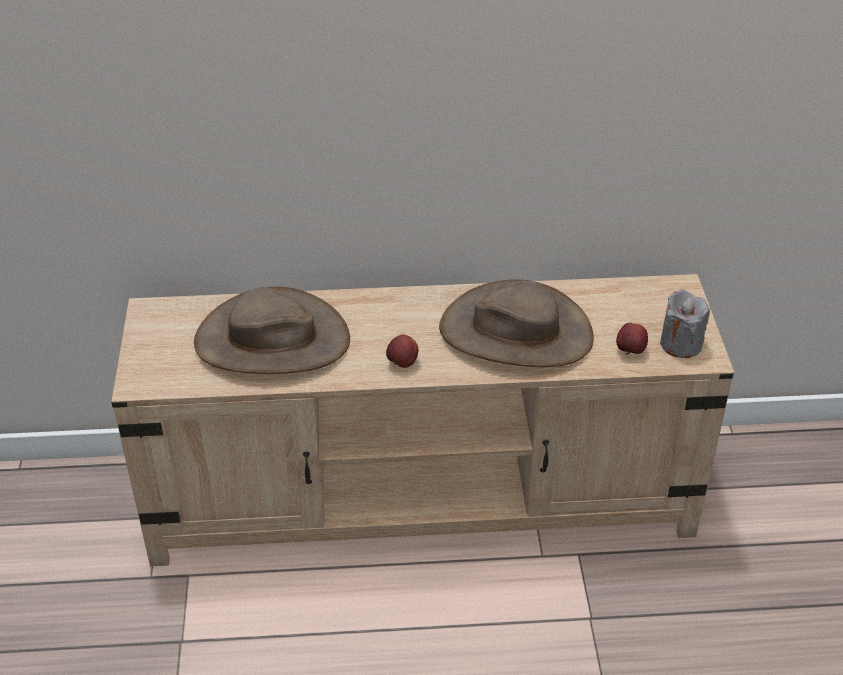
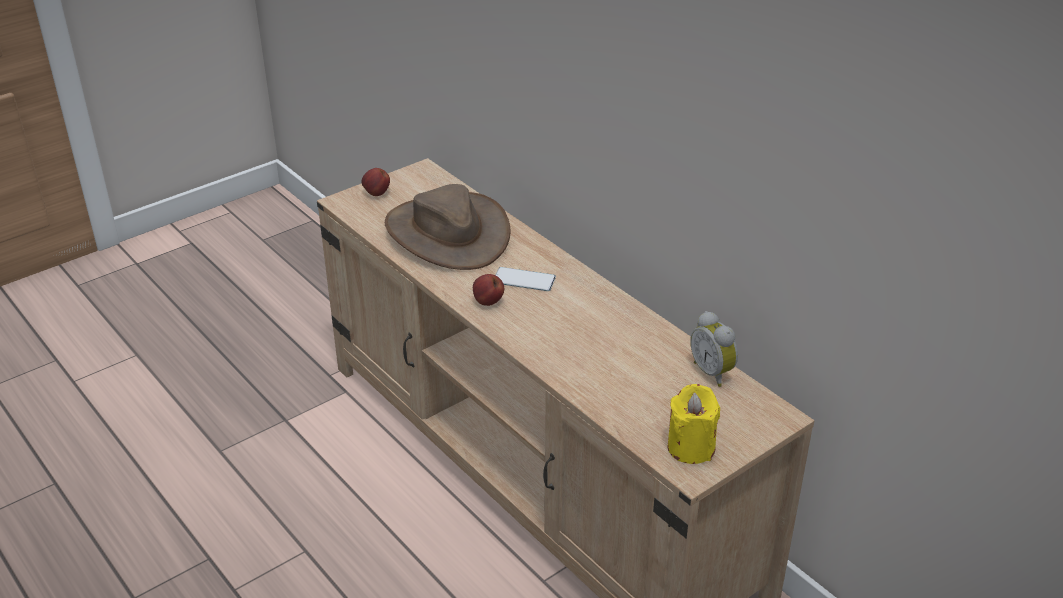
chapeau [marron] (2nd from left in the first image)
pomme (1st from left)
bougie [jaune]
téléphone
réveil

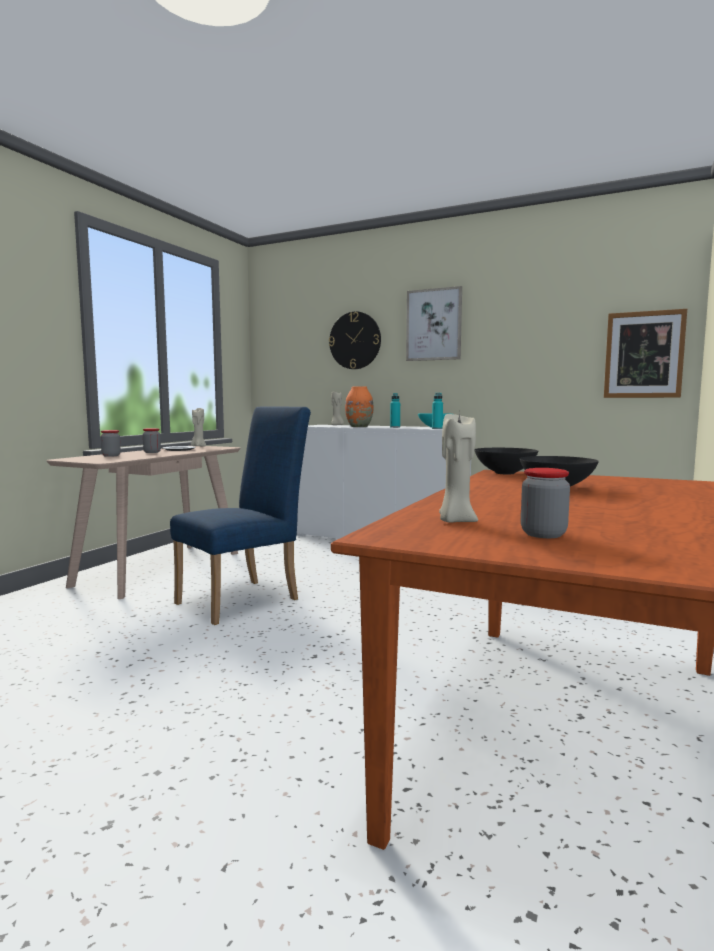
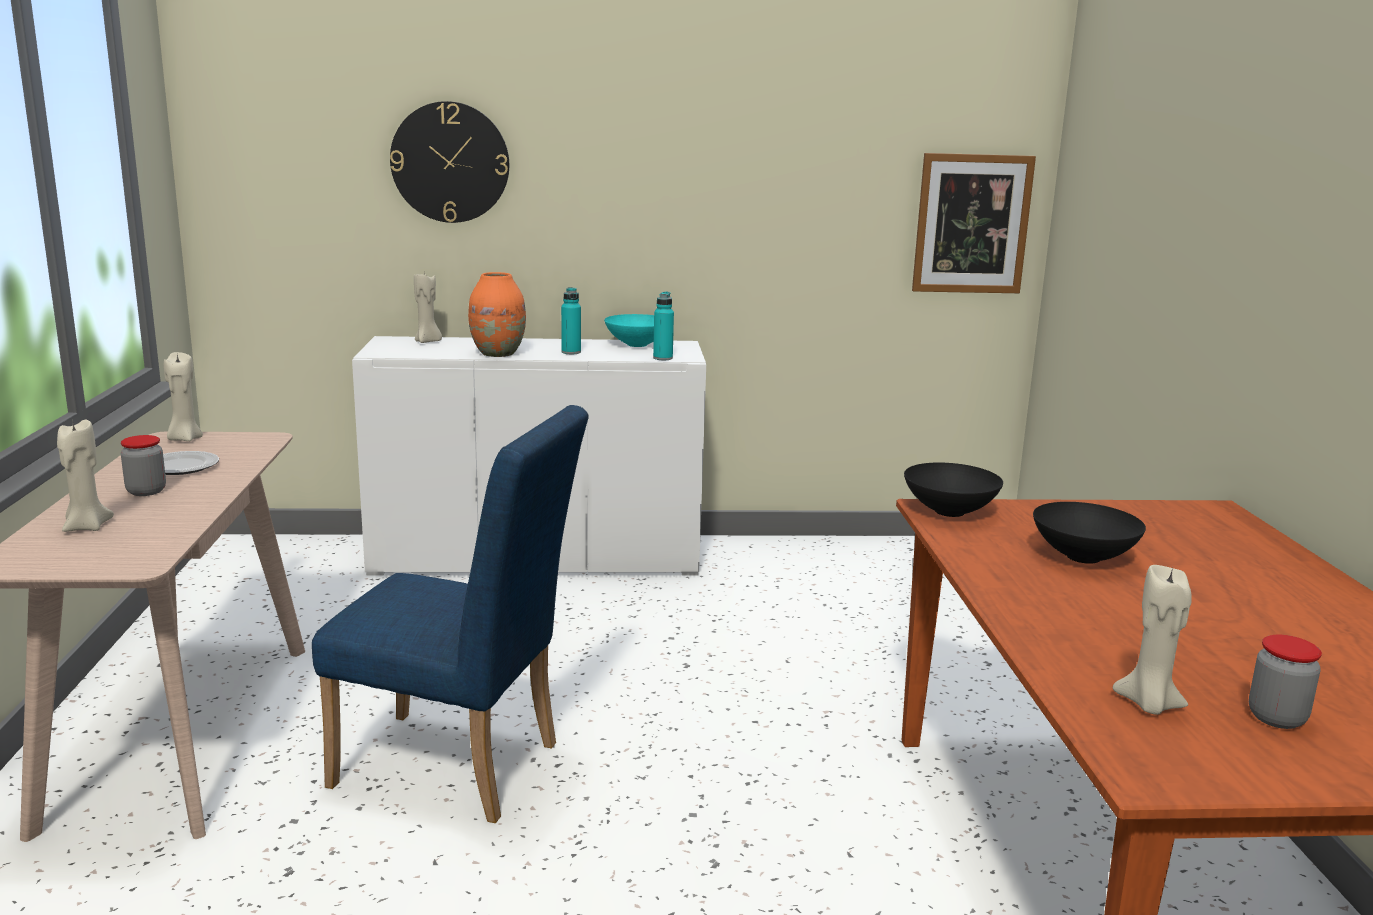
bougie [beige] (1st from left)
chaise [bleu]
tableau (1st from left in the first image)

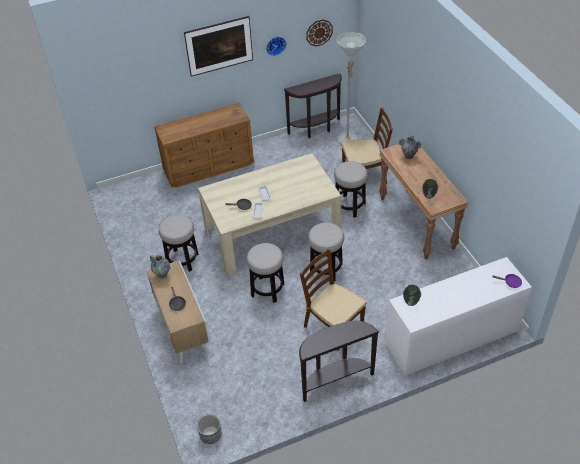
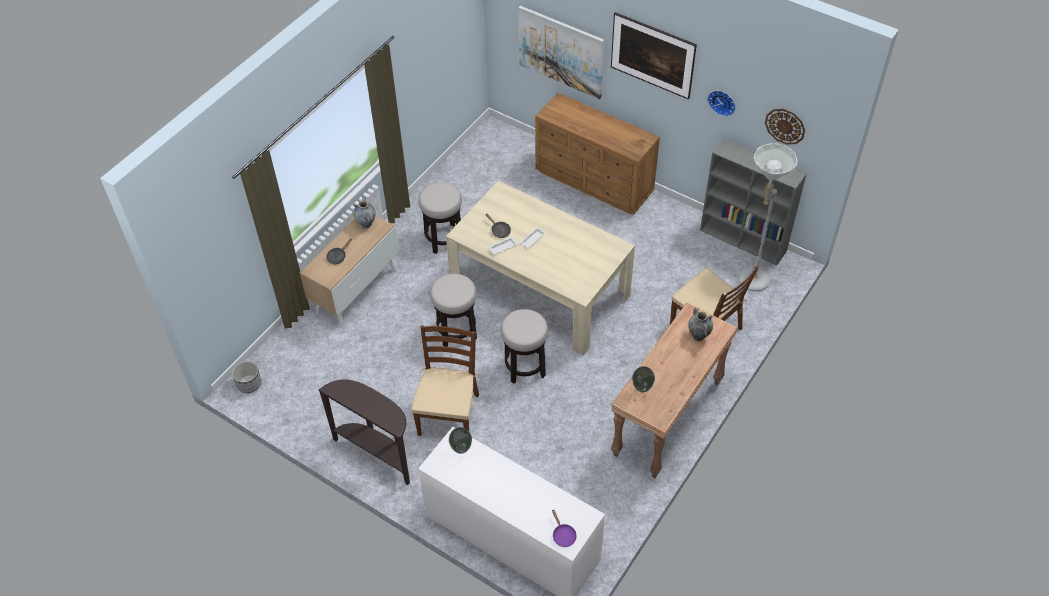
bibliothèque [gris]
tabouret (4th from left in the first image)
tableau (1st from left)

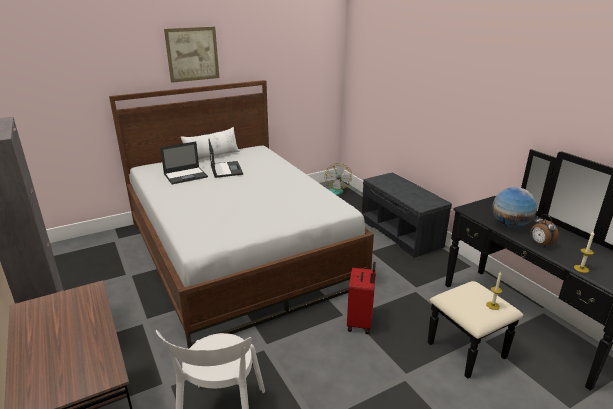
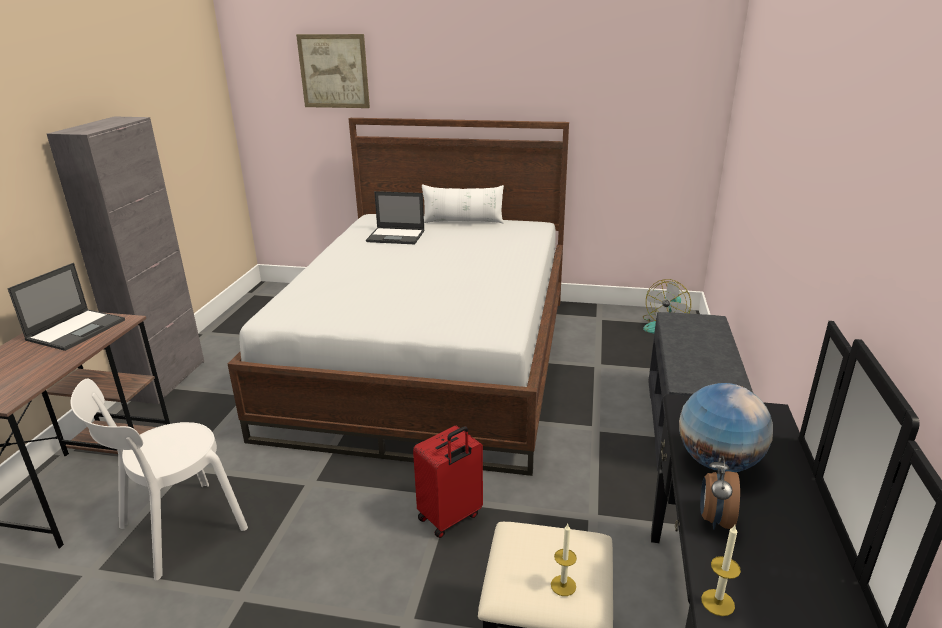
tableau
ordinateur portable (1st from left)

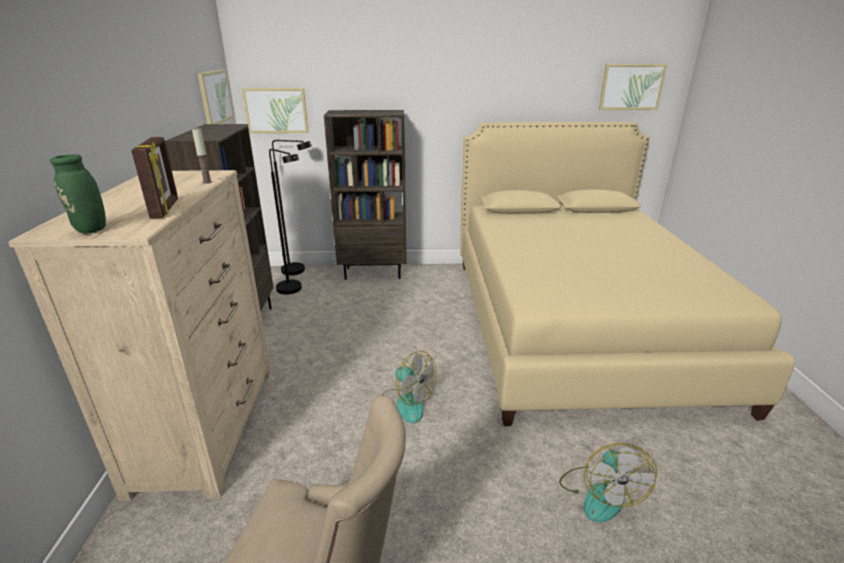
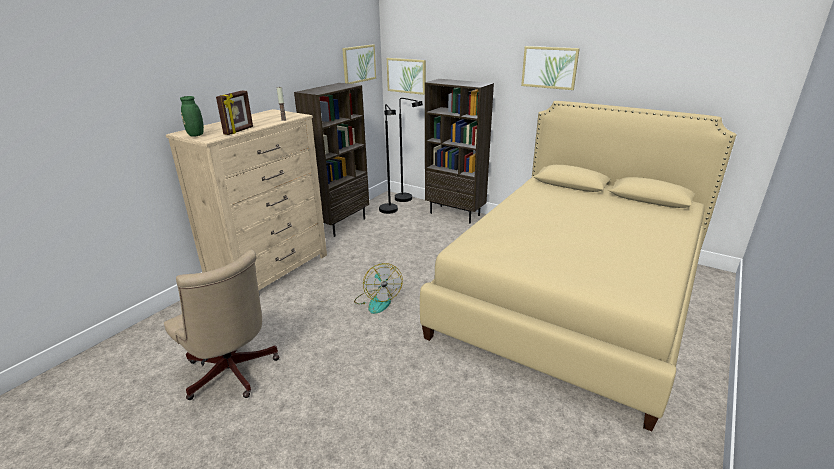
ventilateur (2nd from left in the first image)
tableau (3rd from left)

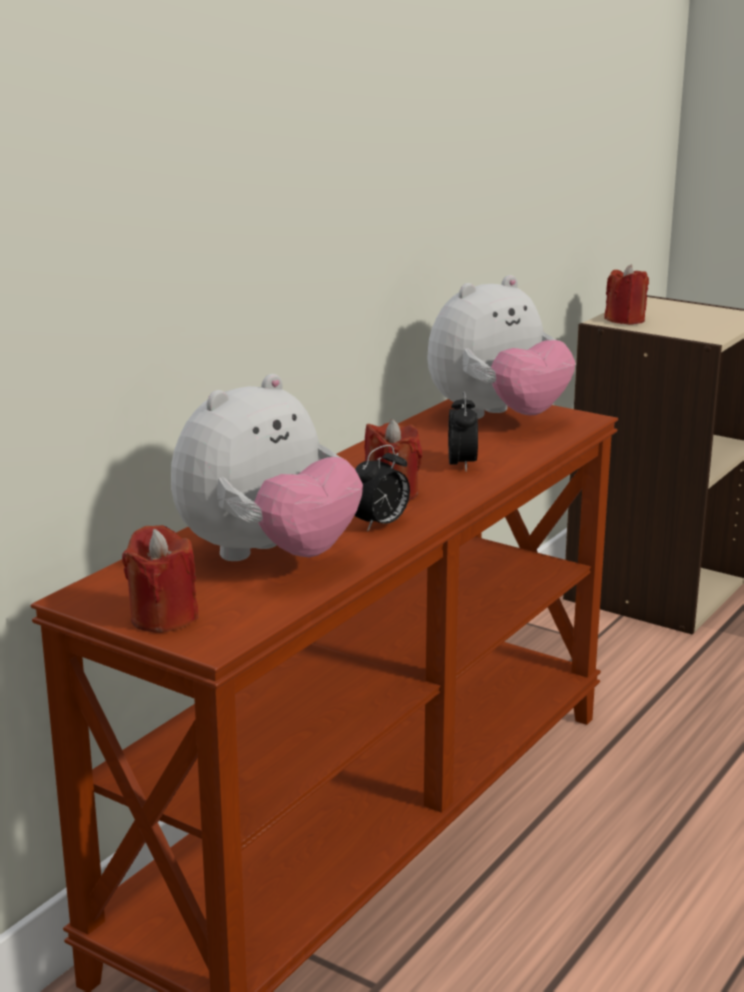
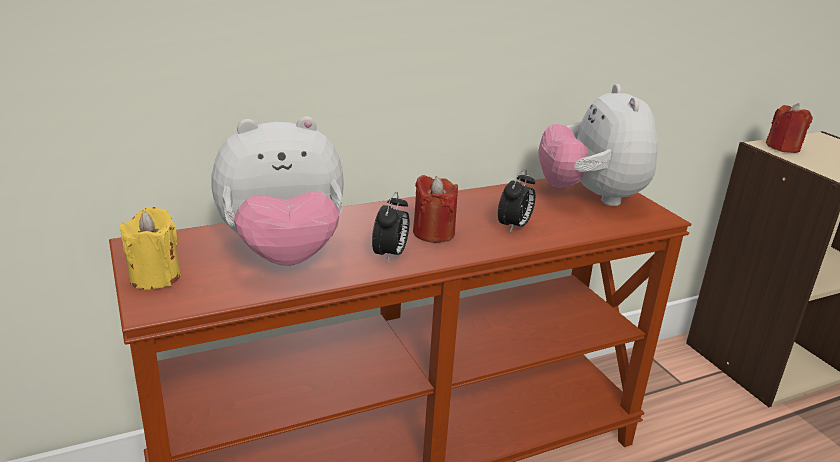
bougie [jaune]
réveil (1st from left)
peluche (2nd from left)

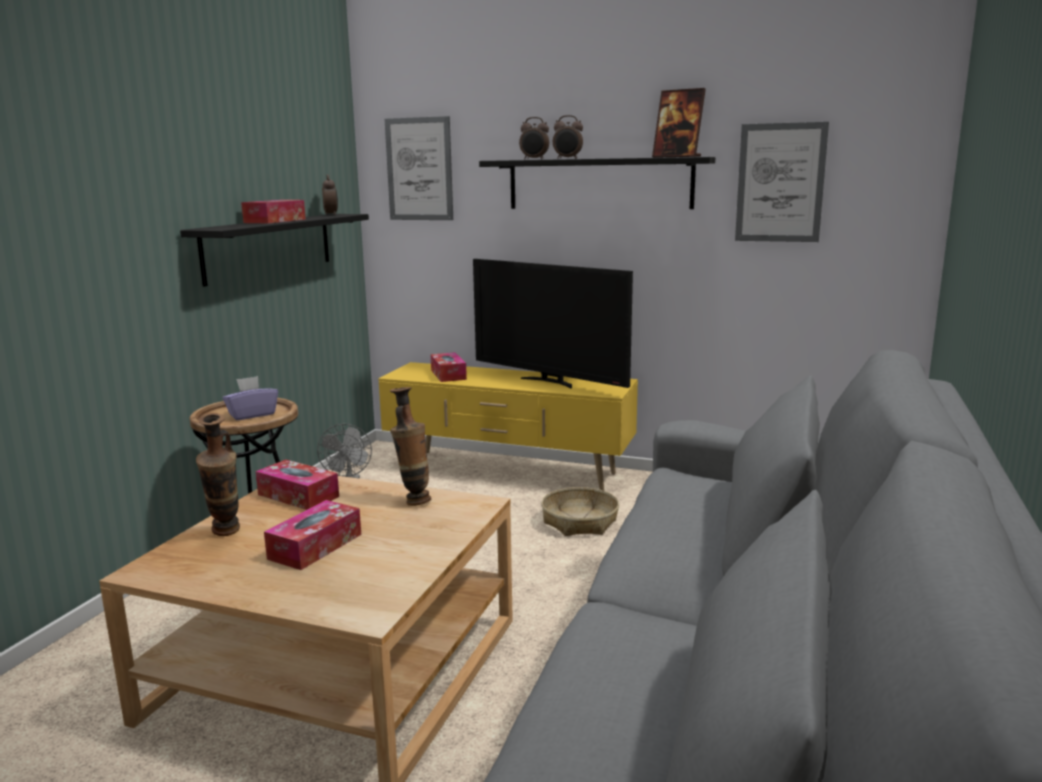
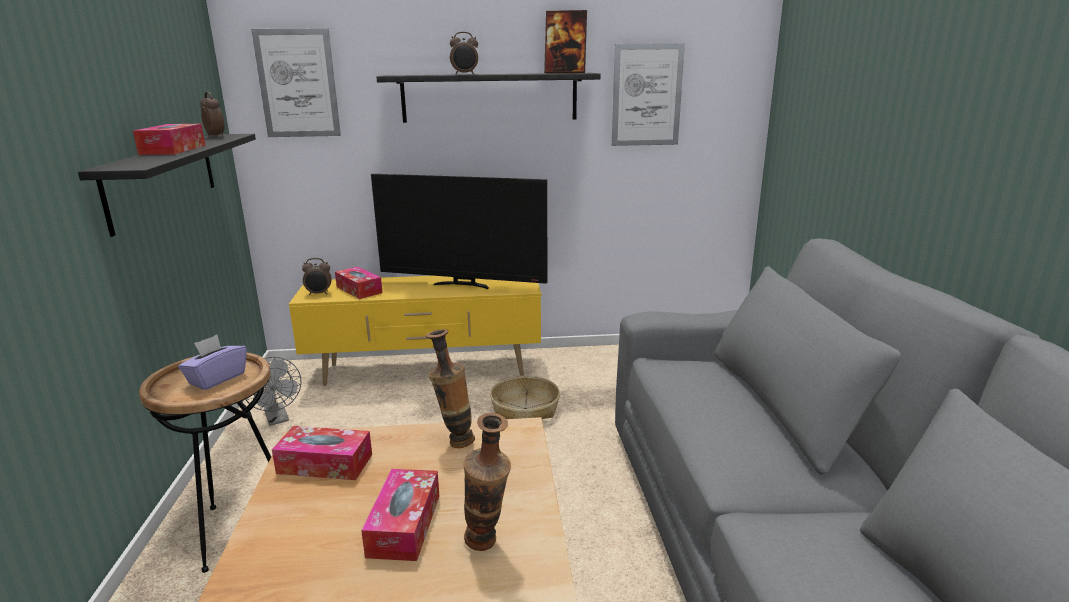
vase (2nd from left)
réveil (2nd from left)

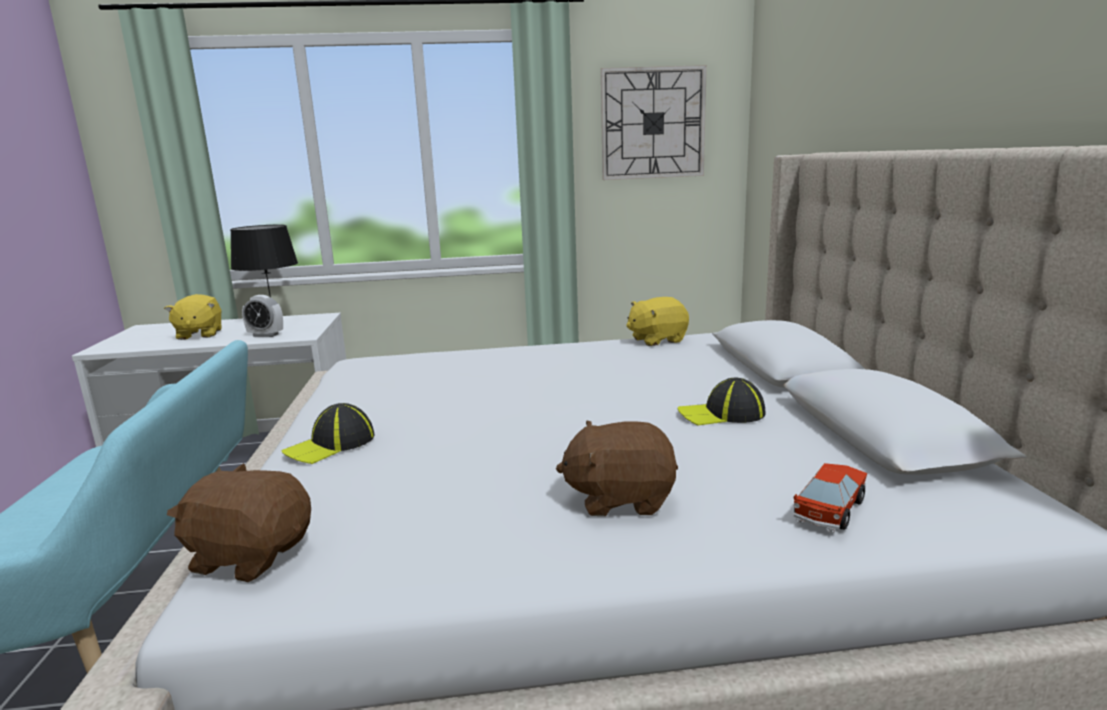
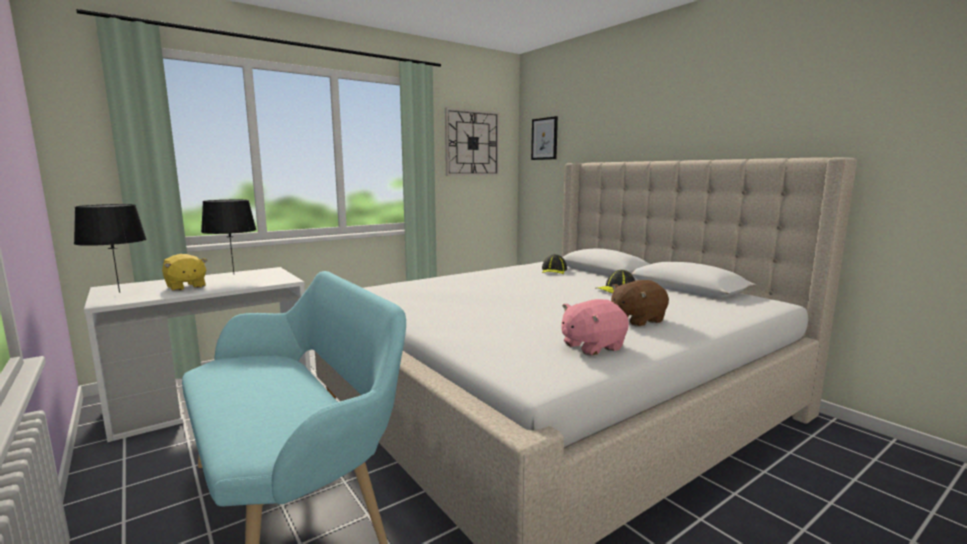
peluche [marron] (1st from left in the first image)
réveil
casquette (1st from left)
peluche [jaune] (2nd from left in the first image)
petite voiture
lampe de table [noir] (1st from left)
tableau
peluche [rose]

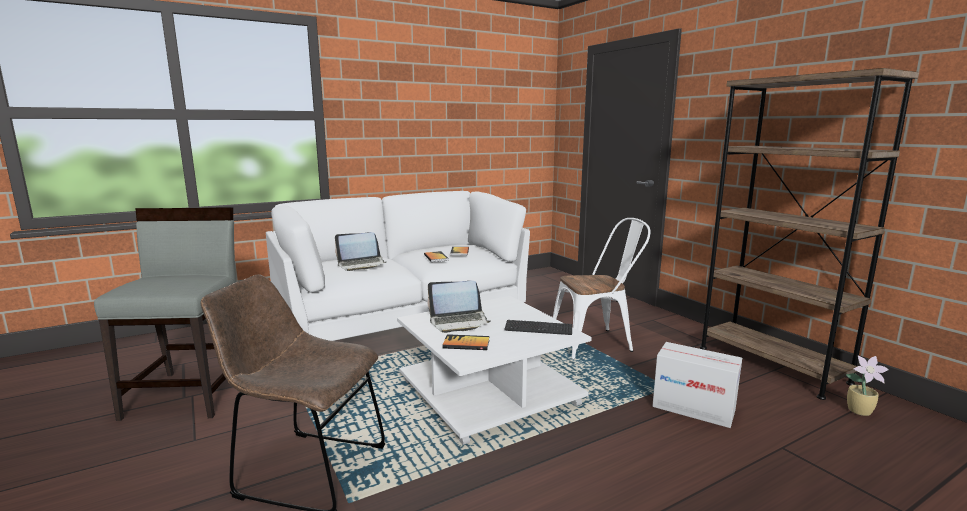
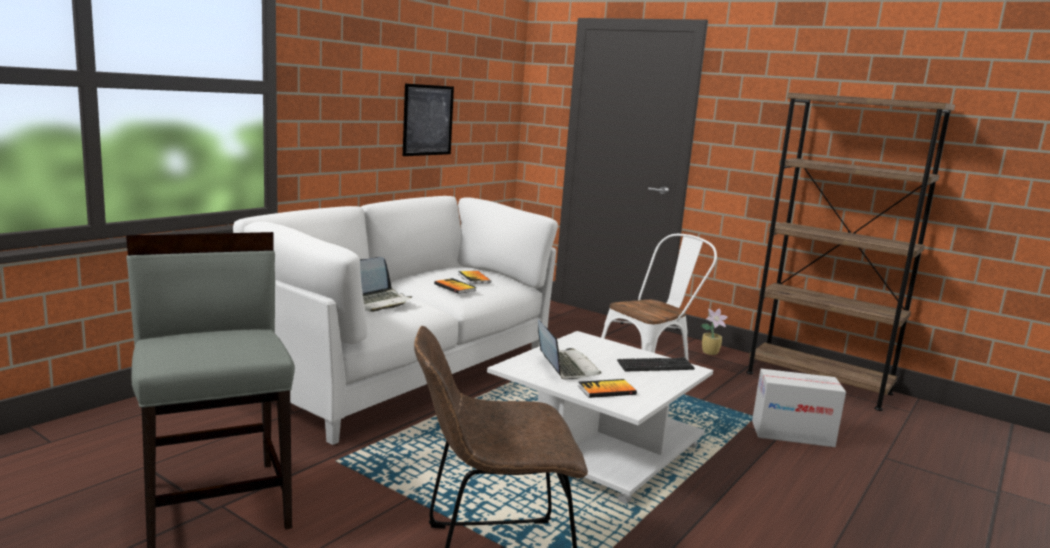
ordinateur portable (2nd from left)
plante en pot
tableau

